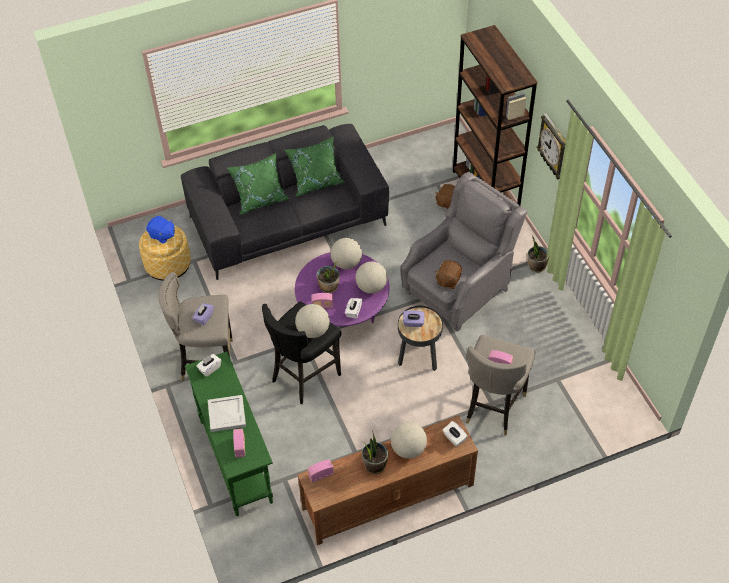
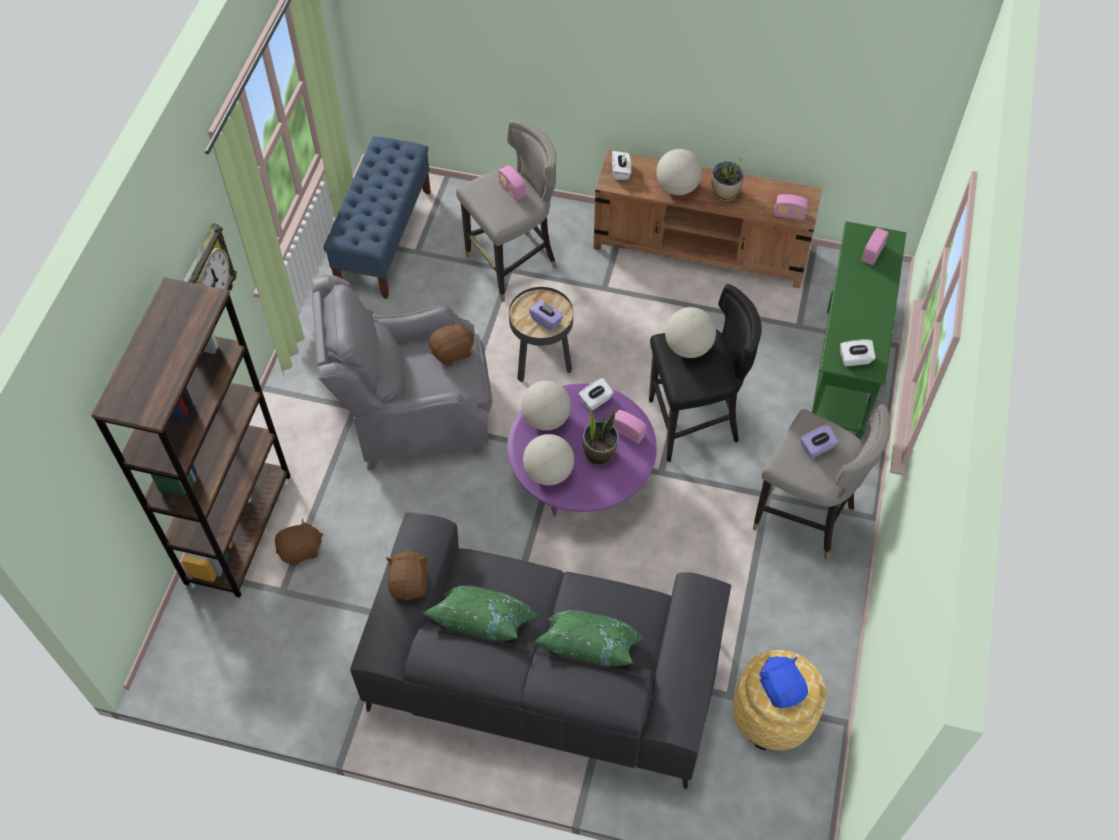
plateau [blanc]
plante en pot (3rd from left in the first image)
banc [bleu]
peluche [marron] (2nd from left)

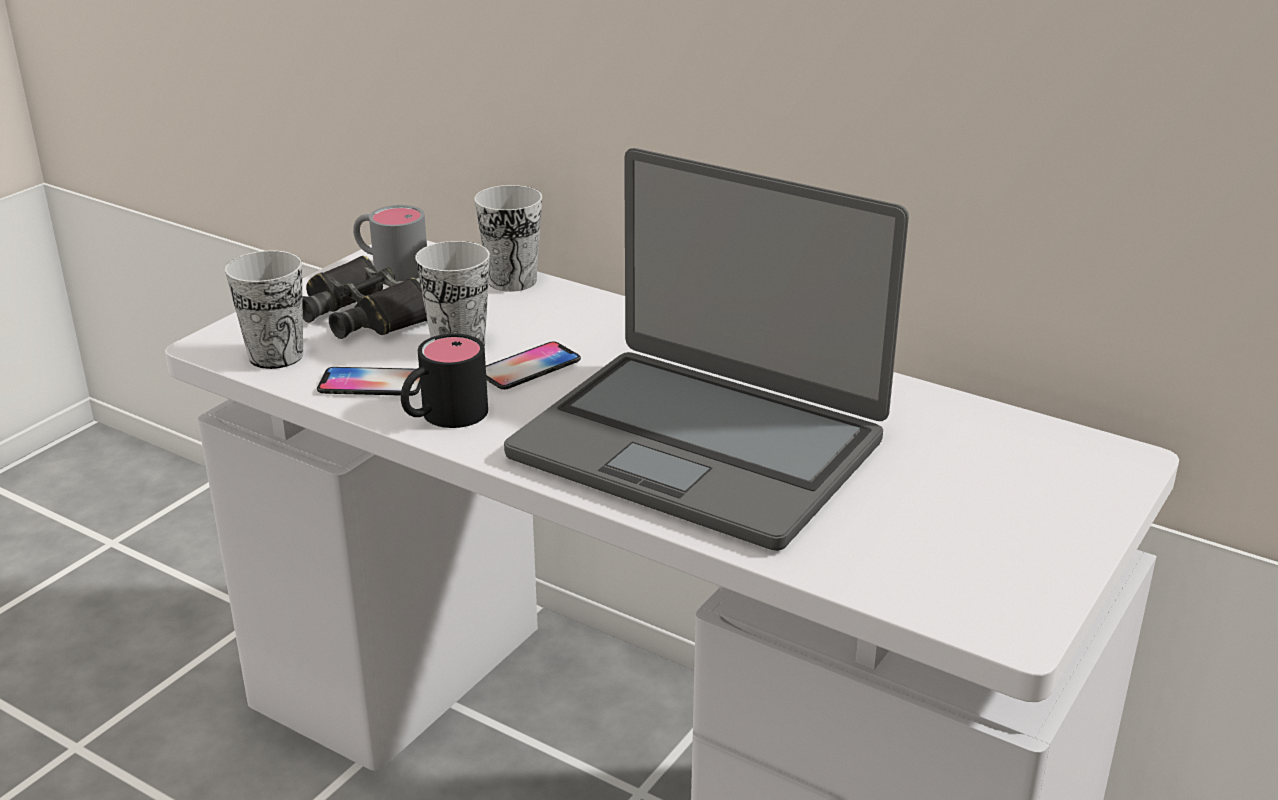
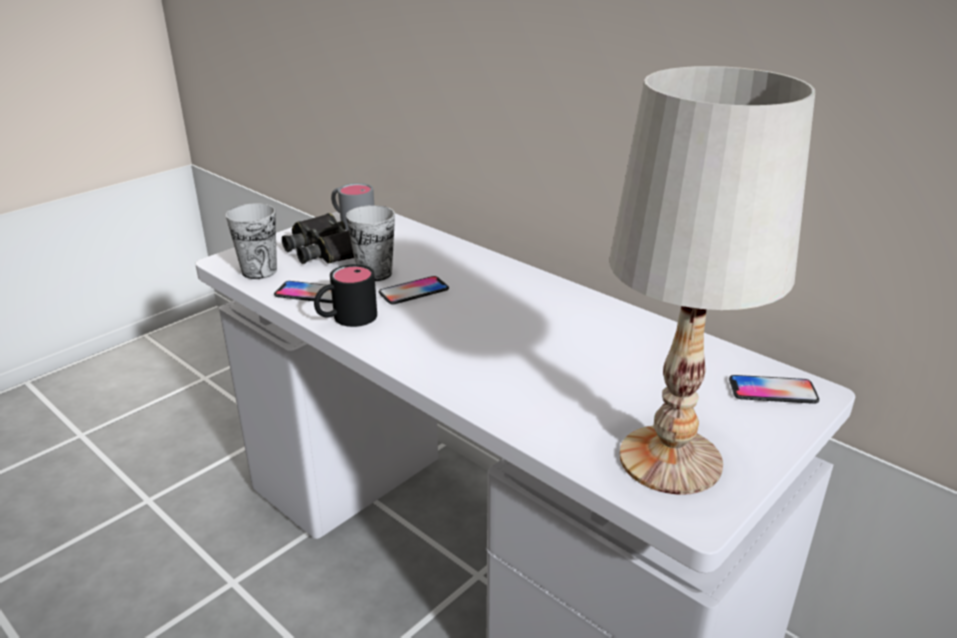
tasse (3rd from left in the first image)
ordinateur portable
lampe de table [blanc]
téléphone (3rd from left)

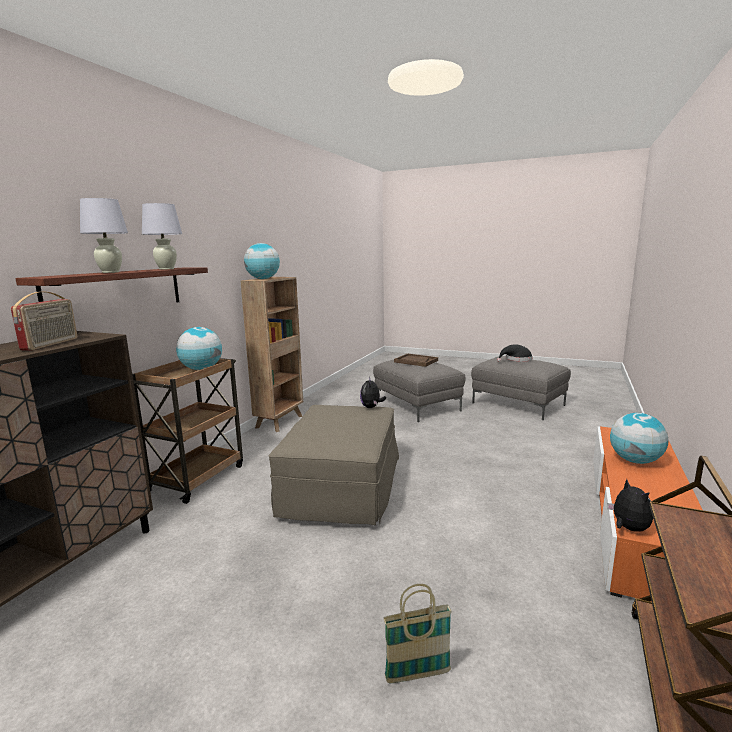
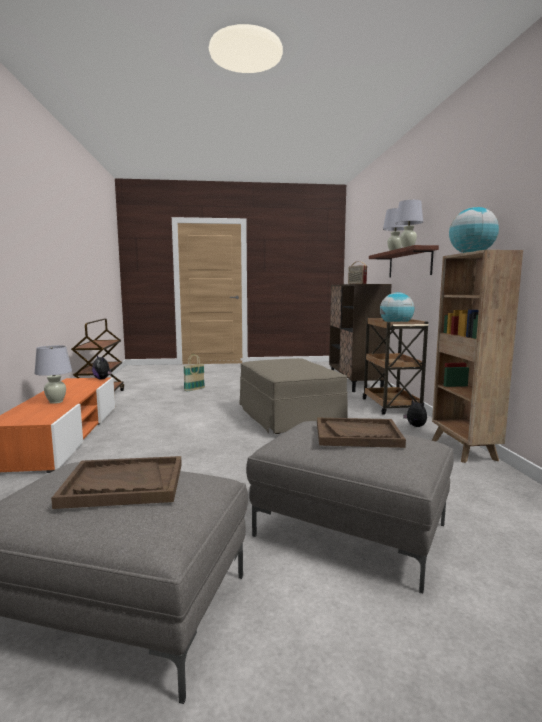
peluche (2nd from left)
plateau [marron] (1st from left)
lampe de table [blanc] (1st from left)

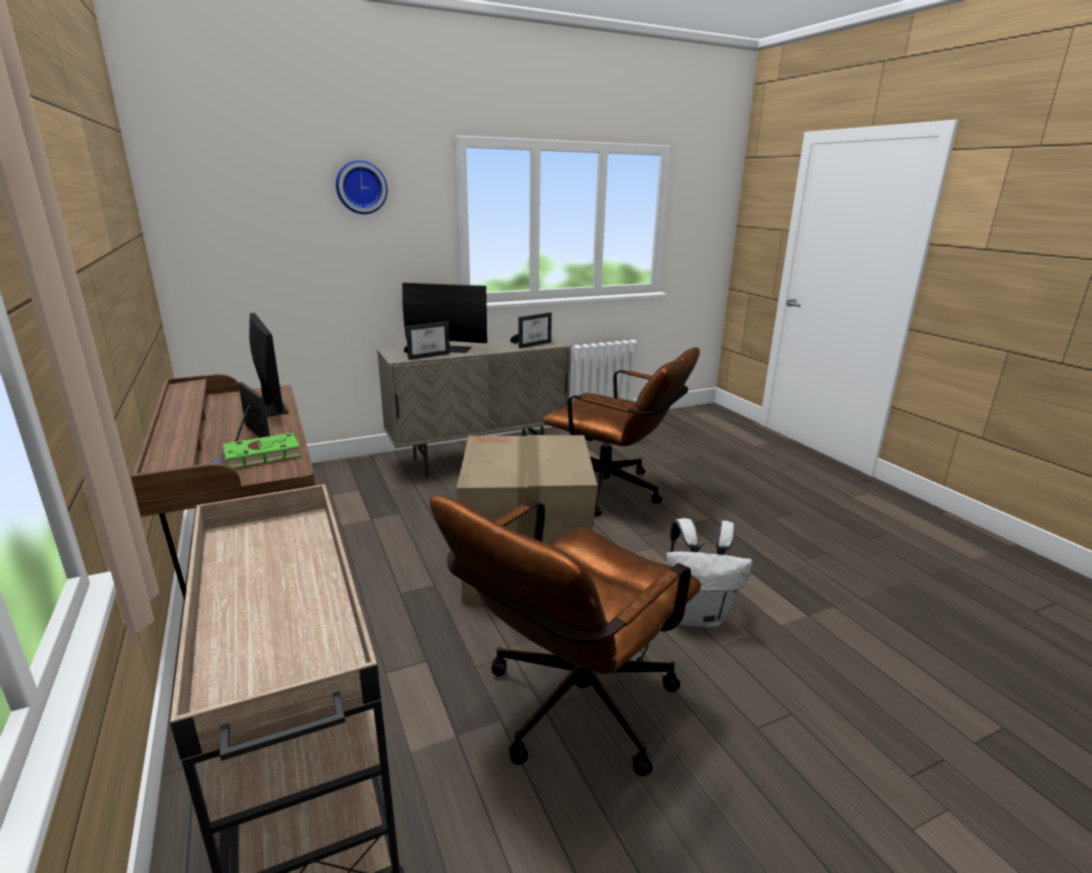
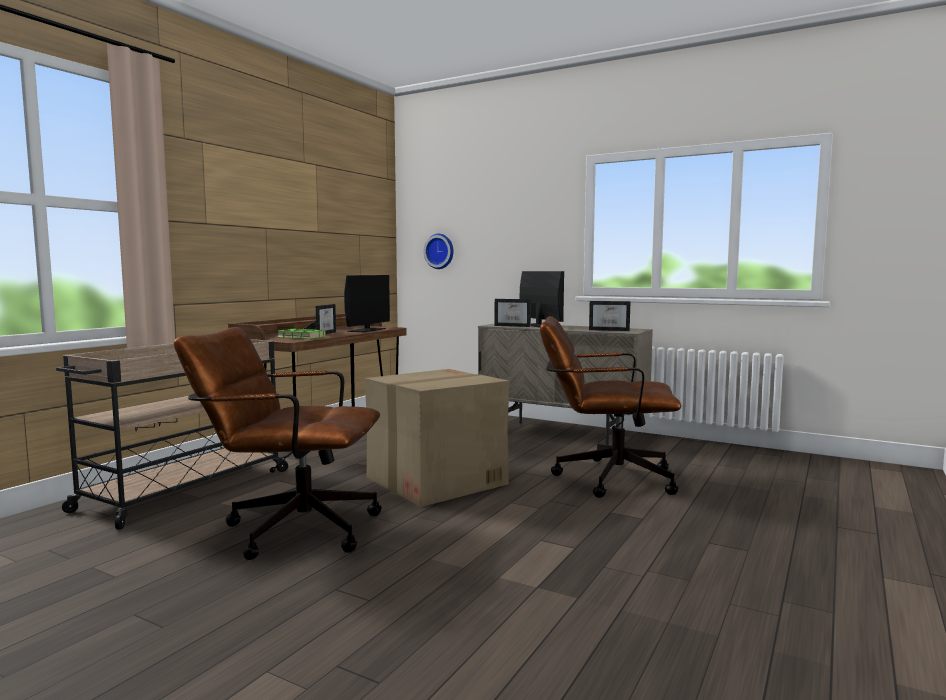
horloge murale
chaise de bureau [marron] (2nd from left)
sac à dos [blanc]

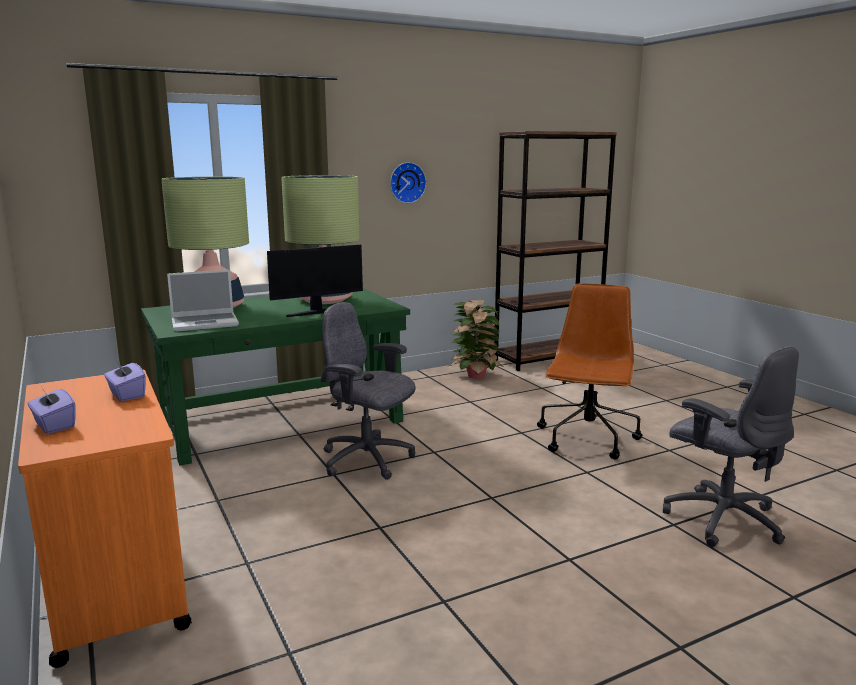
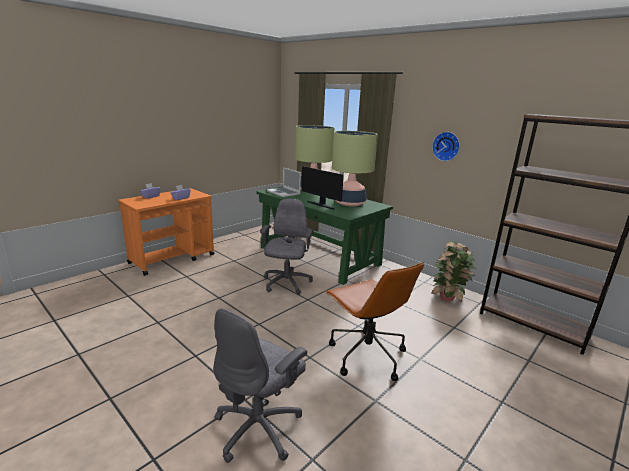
chaise de bureau [marron]

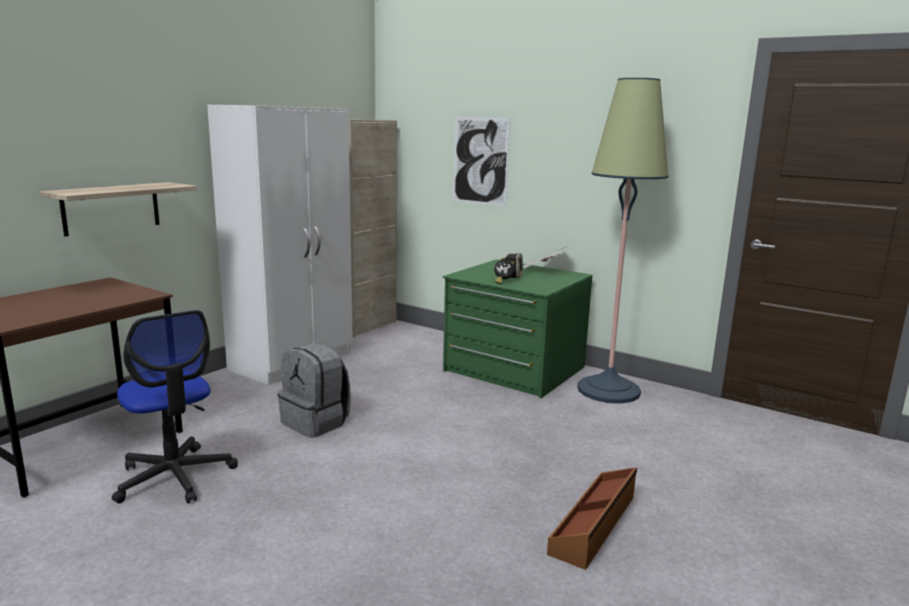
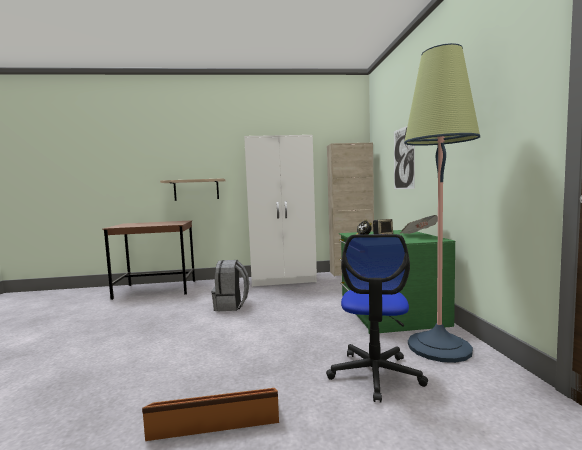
chaise de bureau

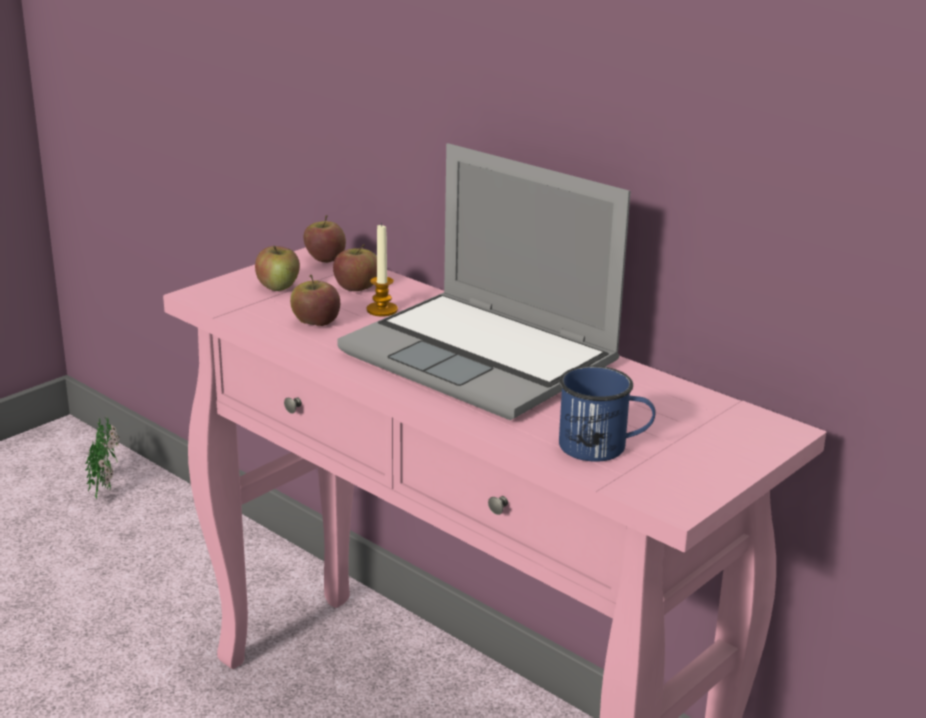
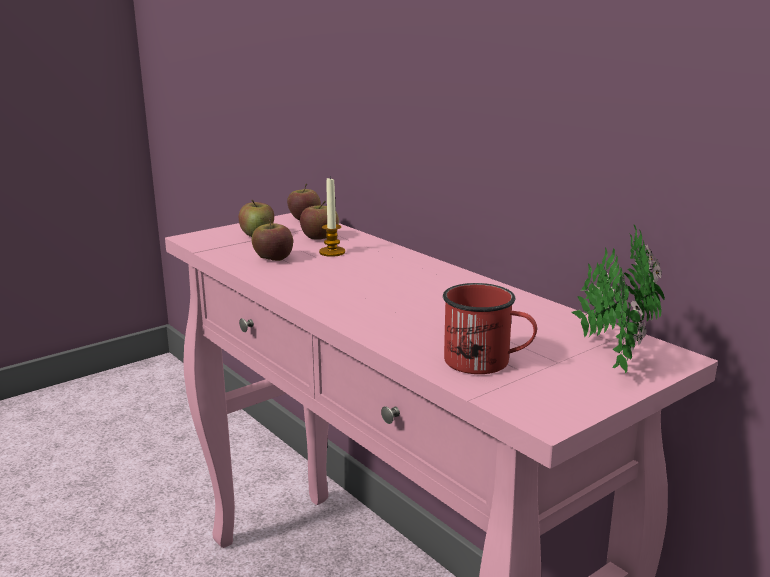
plante en pot
ordinateur portable
mug [rouge]

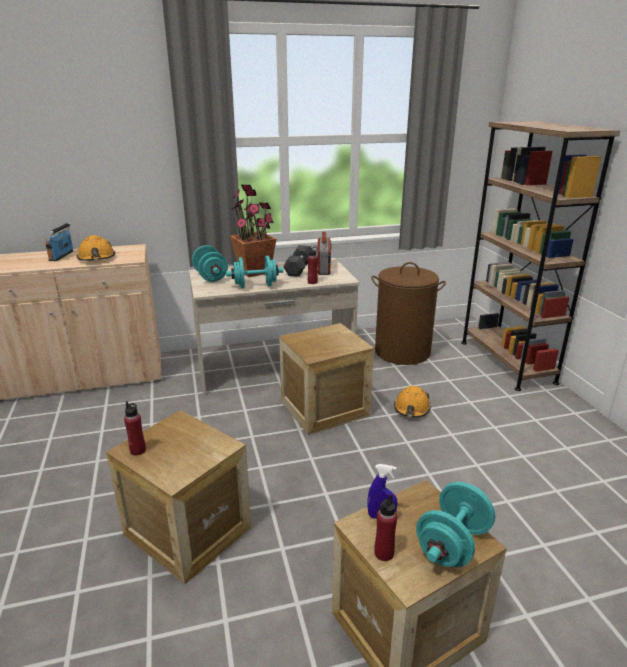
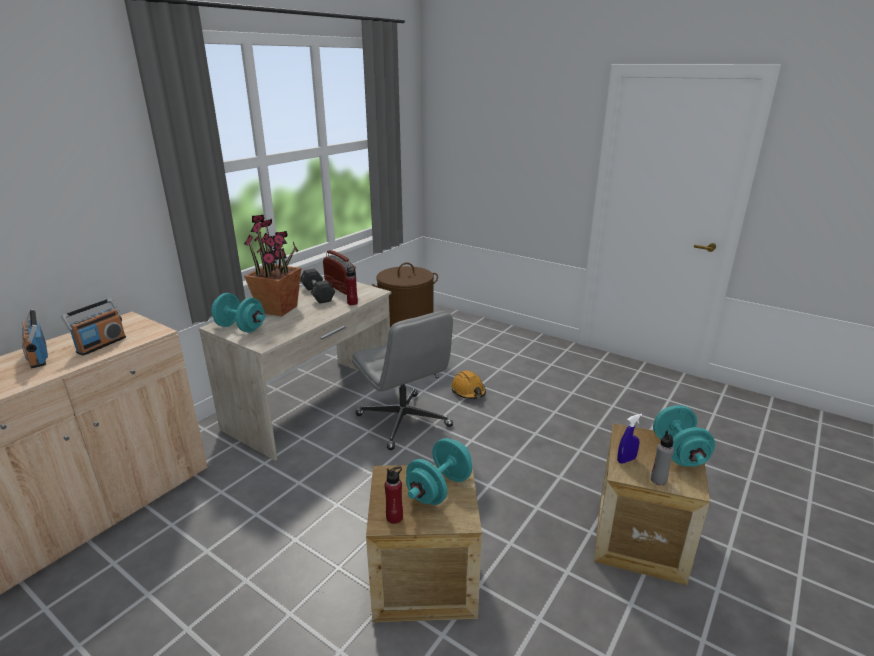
radio (2nd from left)
haltère [turquoise] (2nd from left)
chaise de bureau [gris]
bouteille [gris]
bibliothèque [marron]

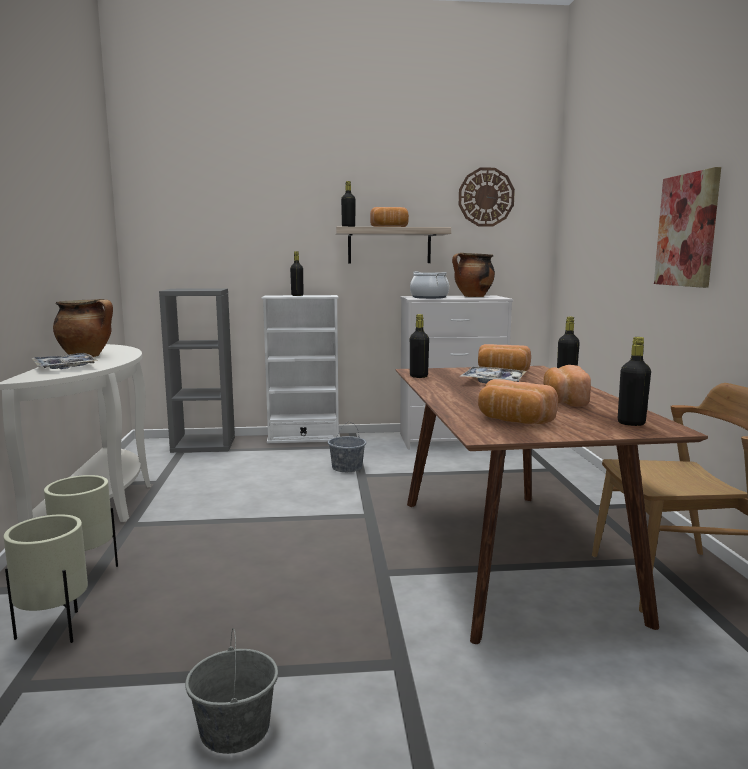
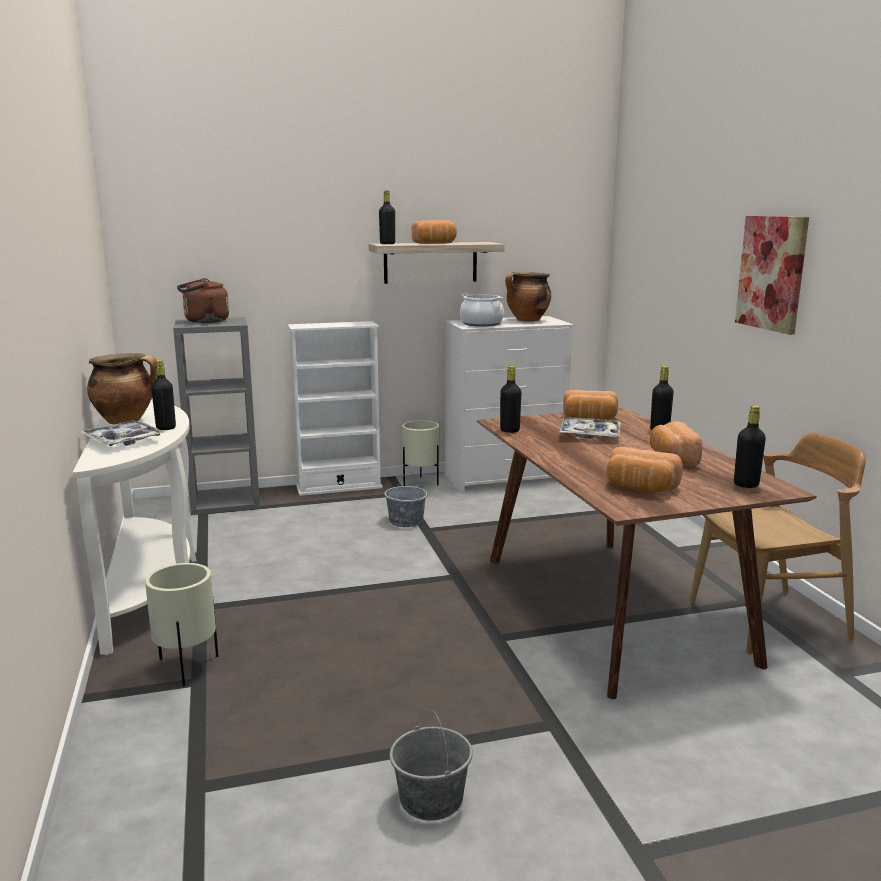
cache-pot [beige] (2nd from left)
bouteille [noir] (1st from left)
horloge murale
bouilloire [marron]

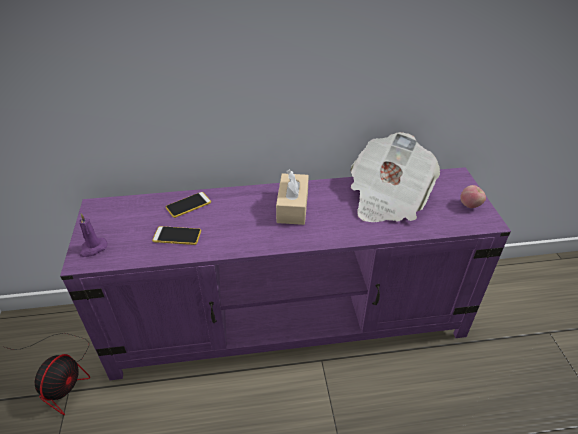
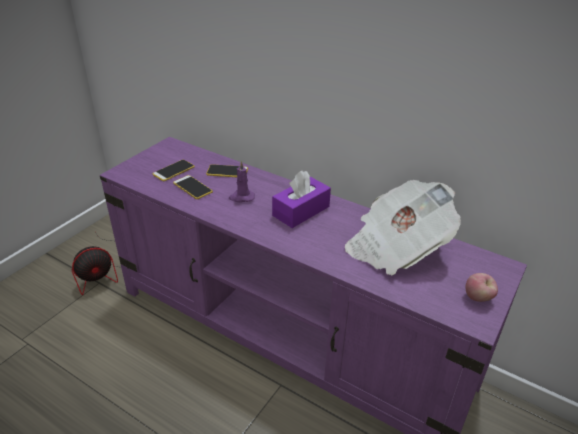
bougie [violet]
boîte à mouchoirs [violet]
téléphone (1st from left)

